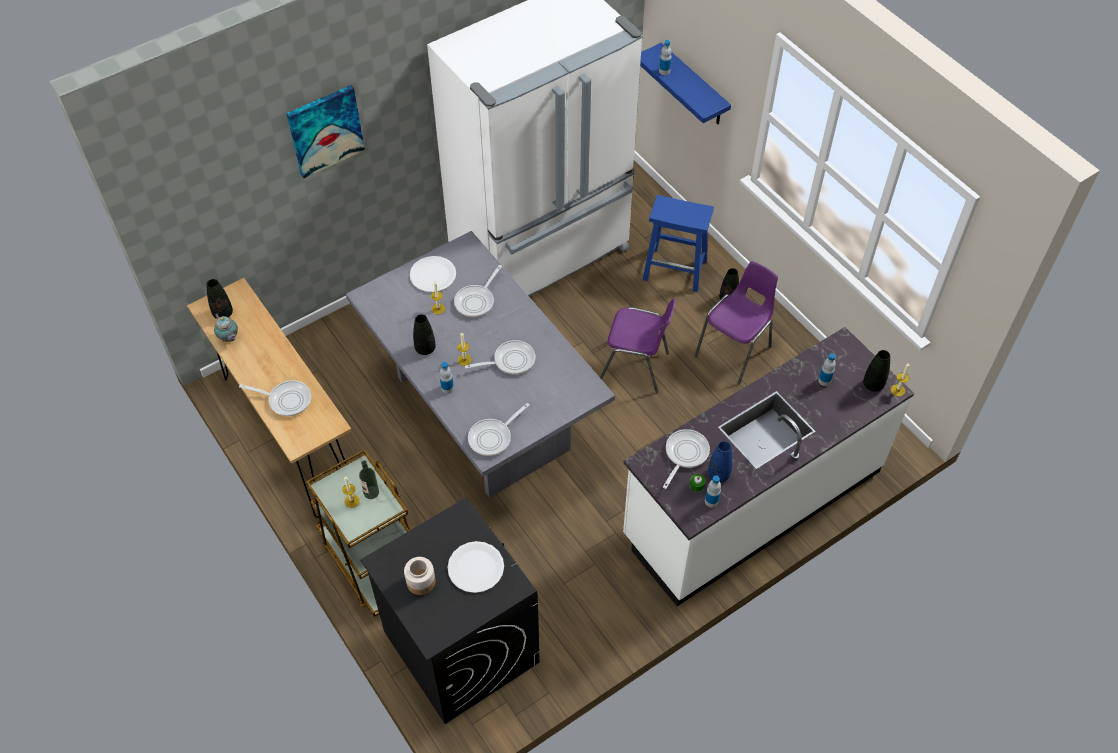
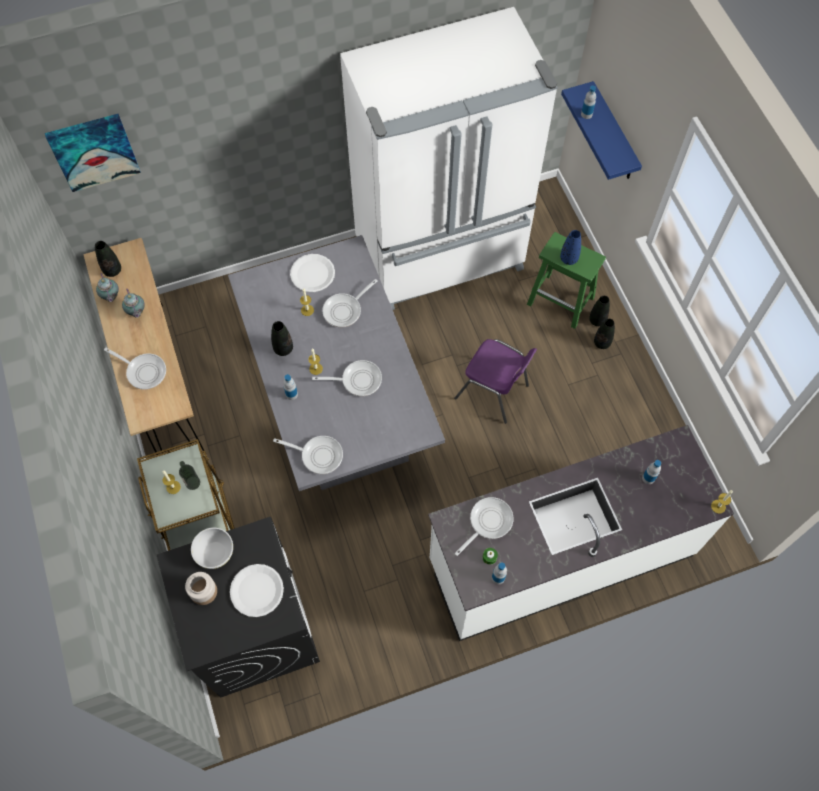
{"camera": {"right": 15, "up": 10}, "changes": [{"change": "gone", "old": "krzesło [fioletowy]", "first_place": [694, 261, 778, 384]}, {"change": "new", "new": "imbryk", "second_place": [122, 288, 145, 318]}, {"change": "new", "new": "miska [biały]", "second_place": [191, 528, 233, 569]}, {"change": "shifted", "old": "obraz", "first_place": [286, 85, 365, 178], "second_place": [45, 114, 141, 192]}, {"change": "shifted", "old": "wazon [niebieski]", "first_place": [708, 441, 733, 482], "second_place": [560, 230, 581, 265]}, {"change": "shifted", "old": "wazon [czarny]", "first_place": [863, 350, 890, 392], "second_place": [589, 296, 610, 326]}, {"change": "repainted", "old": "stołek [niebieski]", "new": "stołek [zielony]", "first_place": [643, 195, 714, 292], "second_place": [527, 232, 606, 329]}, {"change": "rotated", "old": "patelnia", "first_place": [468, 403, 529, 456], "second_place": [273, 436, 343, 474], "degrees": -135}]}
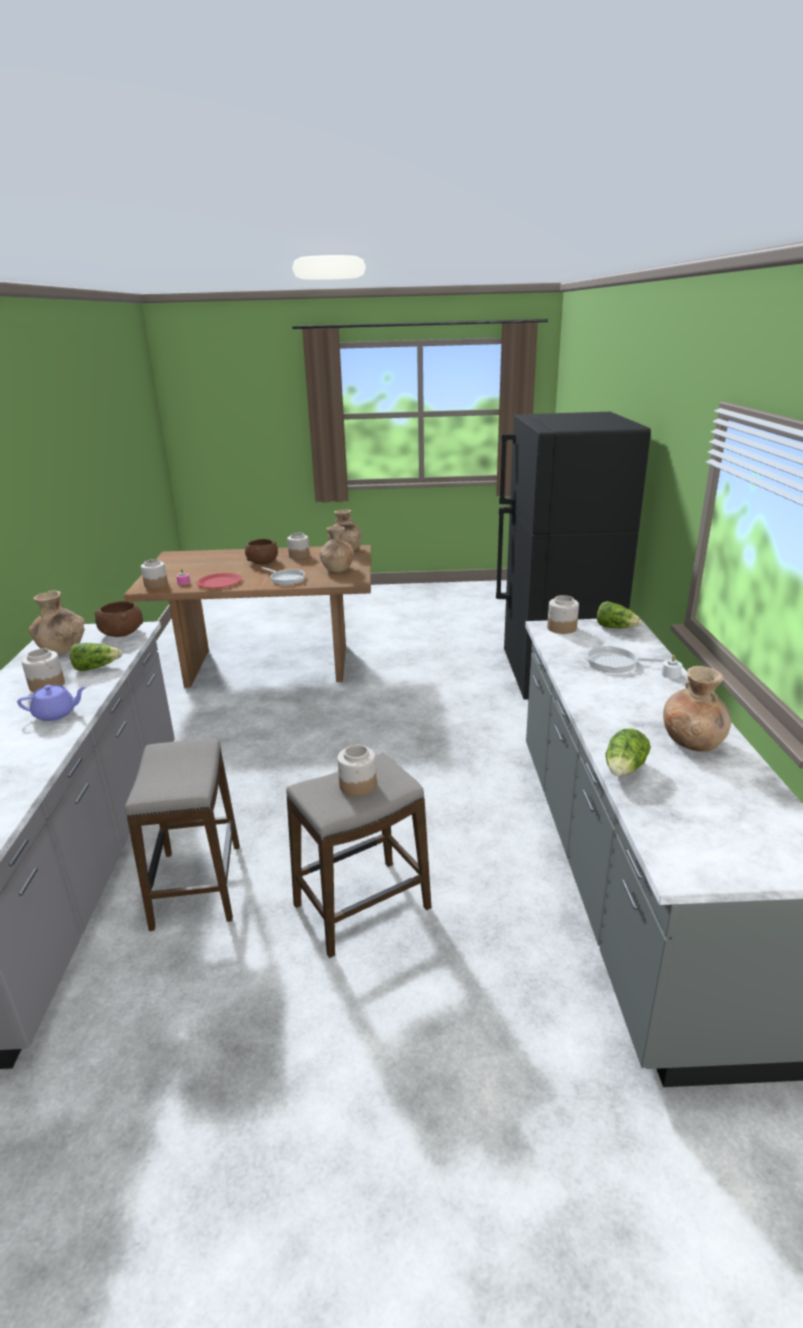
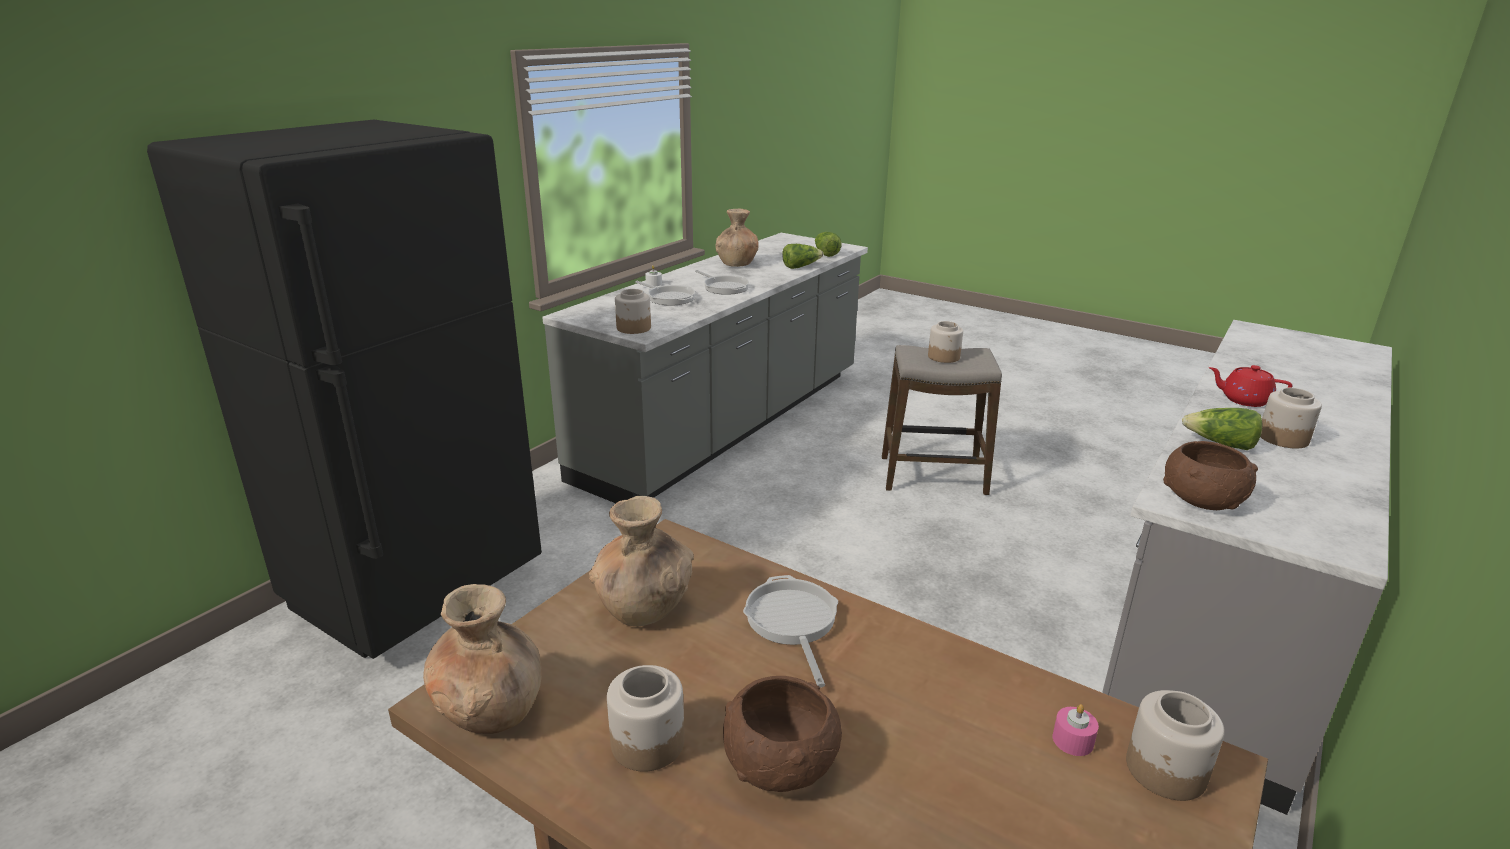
{"camera": {"right": -145, "up": 0}, "changes": [{"change": "gone", "old": "wazon [brązowy]", "first_place": [28, 591, 85, 655]}, {"change": "gone", "old": "stołek", "first_place": [125, 738, 240, 931]}, {"change": "gone", "old": "talerz [czerwony]", "first_place": [197, 573, 242, 588]}, {"change": "new", "new": "patelnia", "second_place": [695, 270, 749, 295]}, {"change": "shifted", "old": "sałata", "first_place": [597, 601, 642, 628], "second_place": [815, 232, 842, 257]}, {"change": "repainted", "old": "imbryk [fioletowy]", "new": "imbryk [czerwony]", "first_place": [17, 685, 87, 721], "second_place": [1209, 365, 1292, 407]}]}
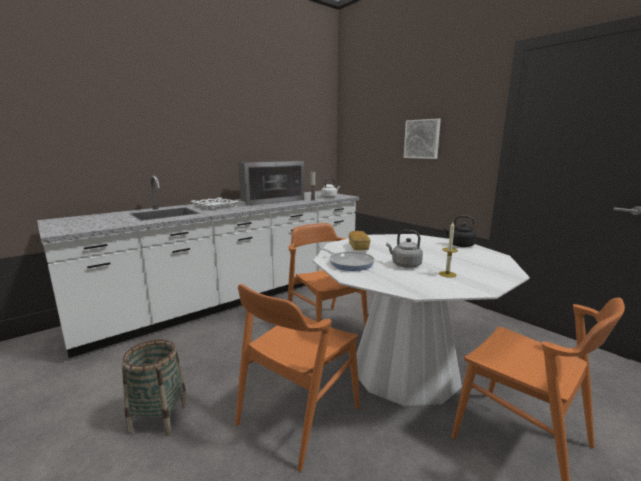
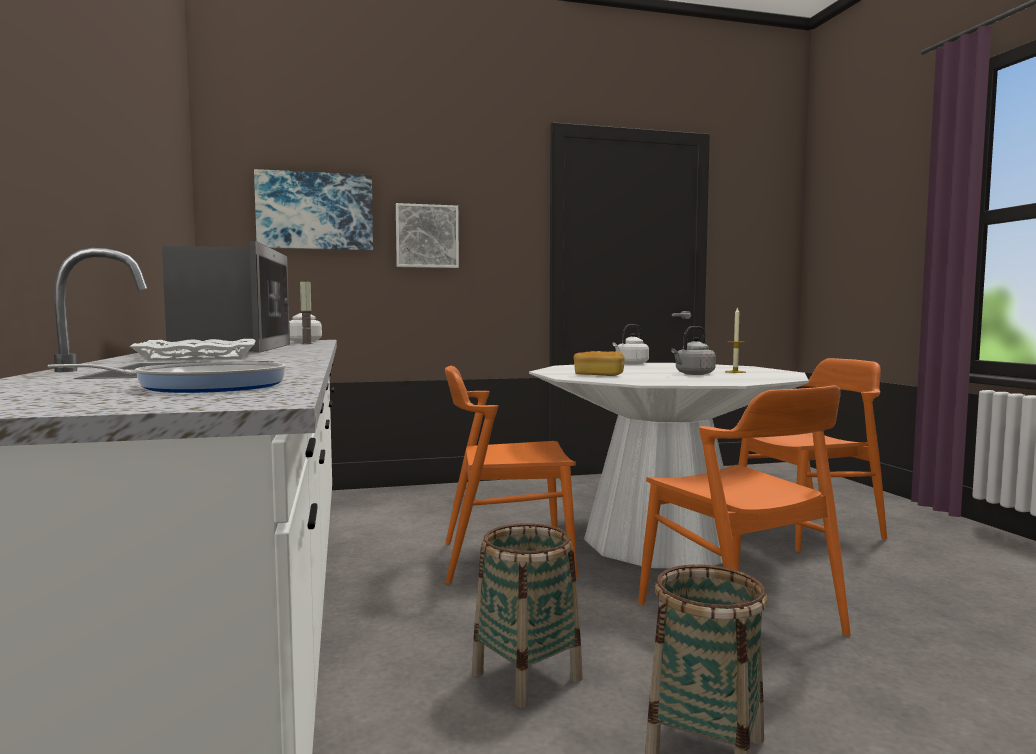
{"camera": {"right": -65, "up": -10}, "changes": [{"change": "new", "new": "obraz", "second_place": [254, 169, 373, 250]}, {"change": "new", "new": "koszyk", "second_place": [472, 523, 583, 708]}, {"change": "shifted", "old": "patelnia", "first_place": [318, 247, 375, 271], "second_place": [48, 362, 286, 393]}, {"change": "repainted", "old": "czajnik [czarny]", "new": "czajnik [biały]", "first_place": [443, 216, 476, 247], "second_place": [613, 324, 649, 365]}]}
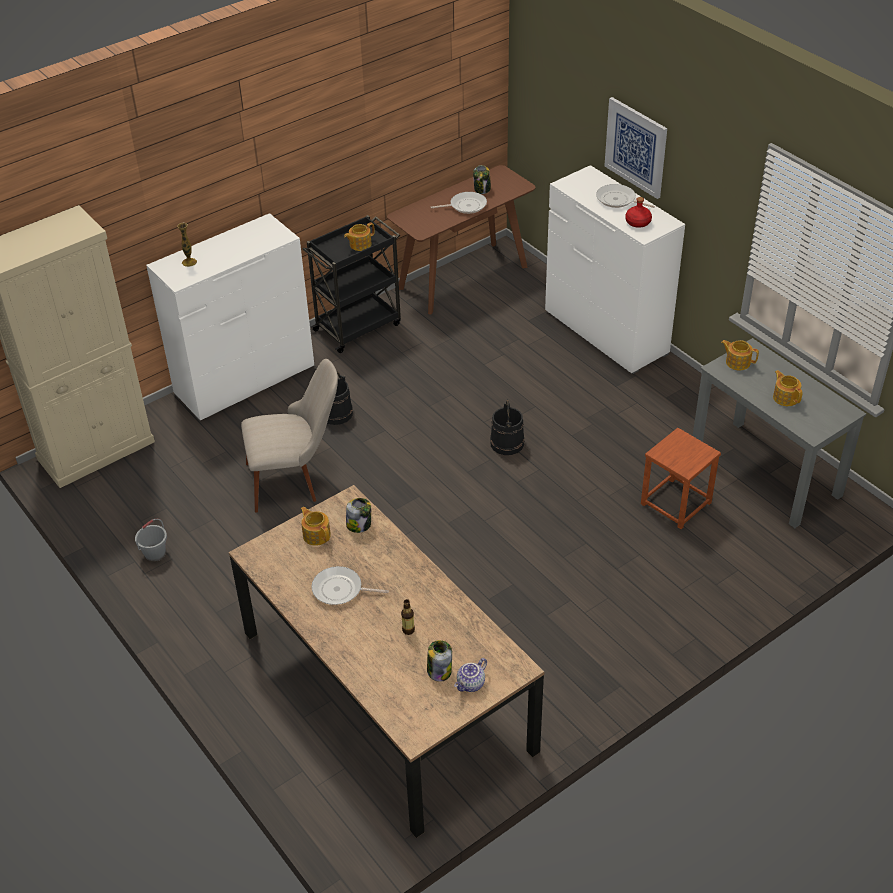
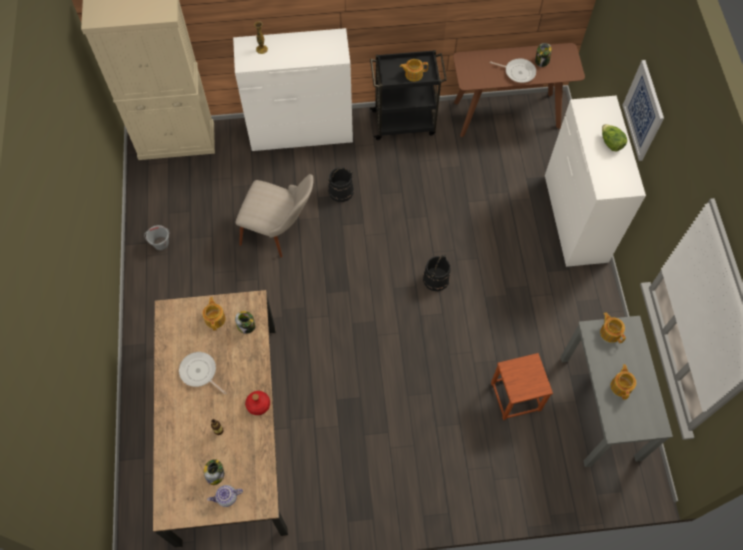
{"camera": {"right": 30, "up": 20}, "changes": [{"change": "shifted", "old": "butelka [czerwony]", "first_place": [625, 197, 652, 228], "second_place": [245, 391, 270, 415]}, {"change": "swapped", "old": "patelnia", "new": "sałata", "first_place": [596, 184, 655, 208], "second_place": [602, 124, 627, 151]}]}
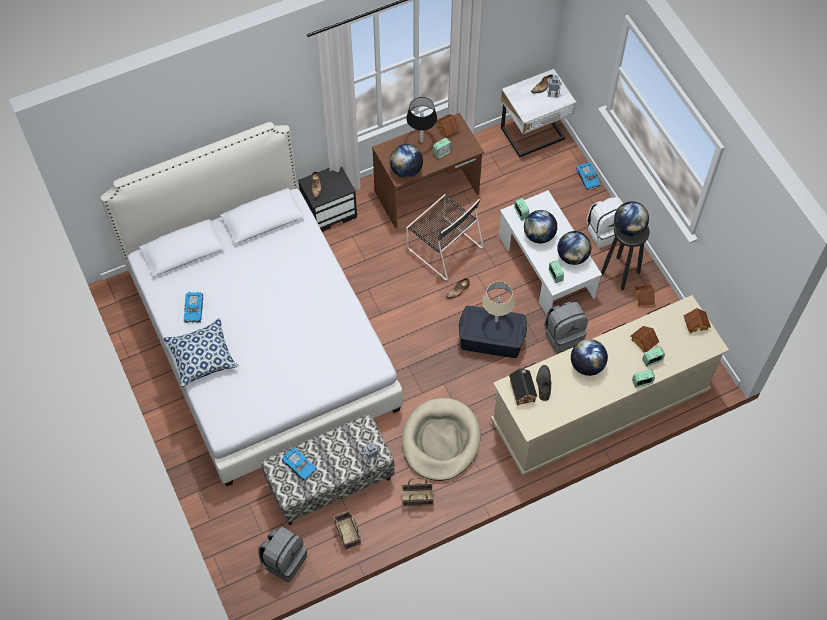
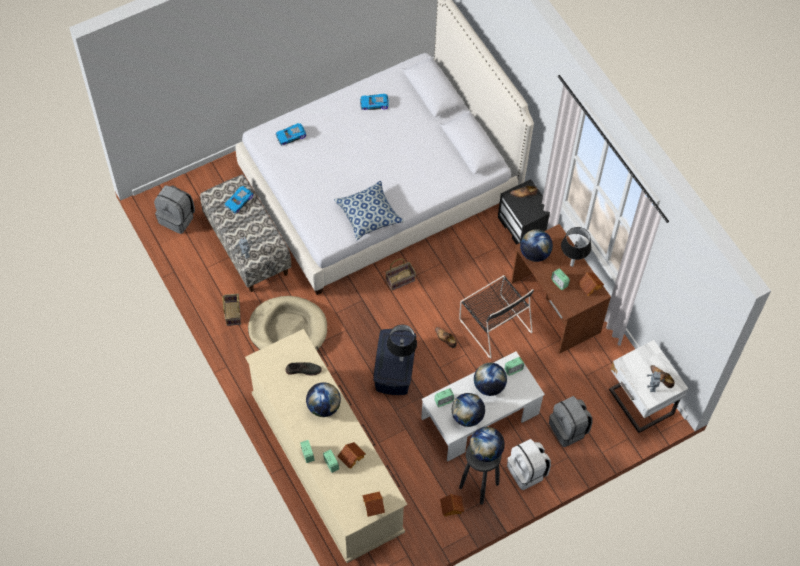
{"camera": {"right": 85, "up": 0}, "changes": [{"change": "gone", "old": "domek", "first_place": [509, 368, 538, 405]}, {"change": "shifted", "old": "poduszka", "first_place": [163, 318, 239, 387], "second_place": [334, 181, 404, 240]}, {"change": "shifted", "old": "koszyk", "first_place": [333, 511, 361, 550], "second_place": [385, 258, 416, 291]}, {"change": "shifted", "old": "plecak [szary]", "first_place": [544, 302, 588, 353], "second_place": [549, 396, 593, 447]}, {"change": "shifted", "old": "samochodzik", "first_place": [576, 162, 601, 191], "second_place": [276, 123, 306, 146]}, {"change": "repainted", "old": "lampa stołowa [beżowy]", "new": "lampa stołowa [czarny]", "first_place": [483, 282, 514, 322], "second_place": [387, 325, 417, 362]}, {"change": "rotated", "old": "krzesło [czarny]", "first_place": [406, 194, 484, 280], "second_place": [459, 275, 534, 358], "degrees": -75}]}
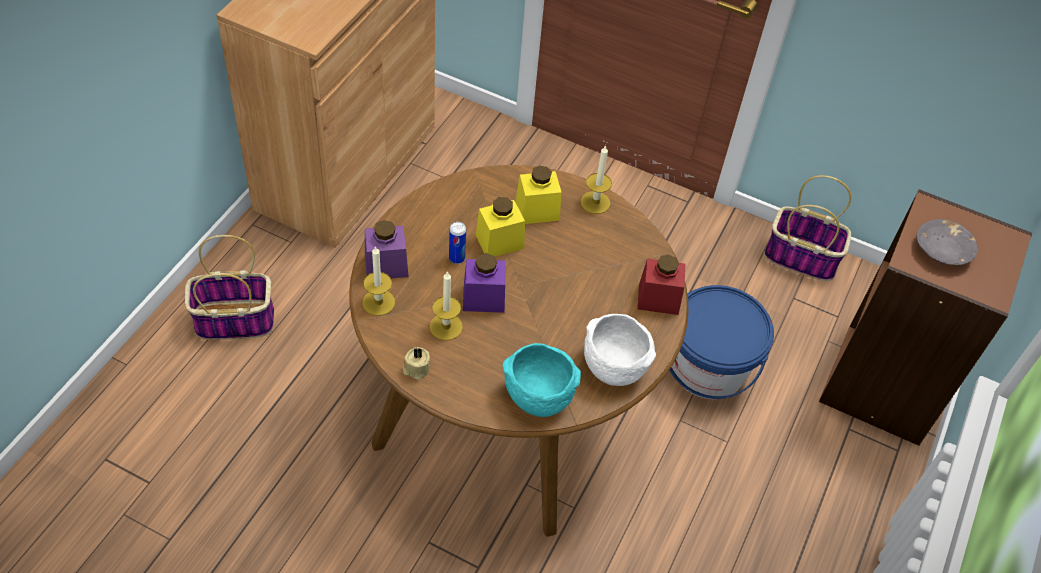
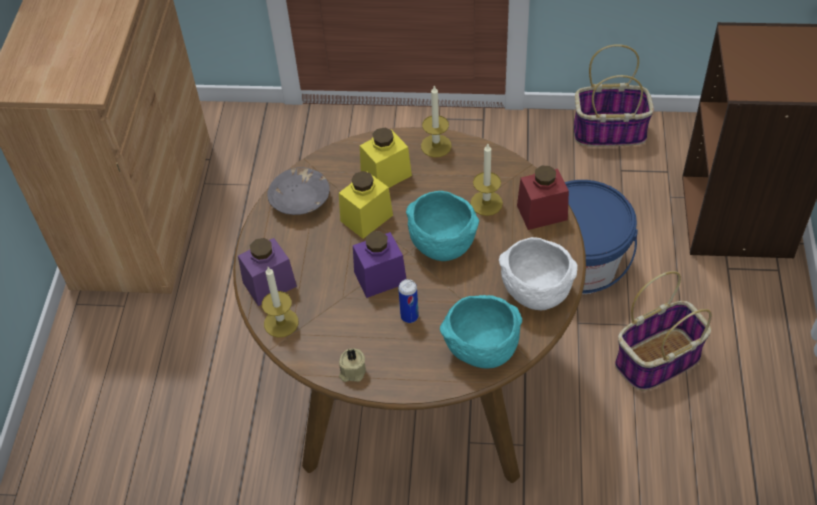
{"camera": {"right": -15, "up": 0}, "changes": [{"change": "new", "new": "miska [turkusowy]", "second_place": [406, 191, 479, 261]}, {"change": "shifted", "old": "koszyk", "first_place": [185, 235, 274, 340], "second_place": [615, 271, 712, 391]}, {"change": "shifted", "old": "świeca", "first_place": [430, 271, 463, 341], "second_place": [470, 144, 503, 216]}, {"change": "shifted", "old": "puszka", "first_place": [449, 222, 466, 264], "second_place": [398, 279, 419, 323]}, {"change": "shifted", "old": "miska [szary]", "first_place": [916, 219, 978, 265], "second_place": [267, 167, 330, 215]}]}
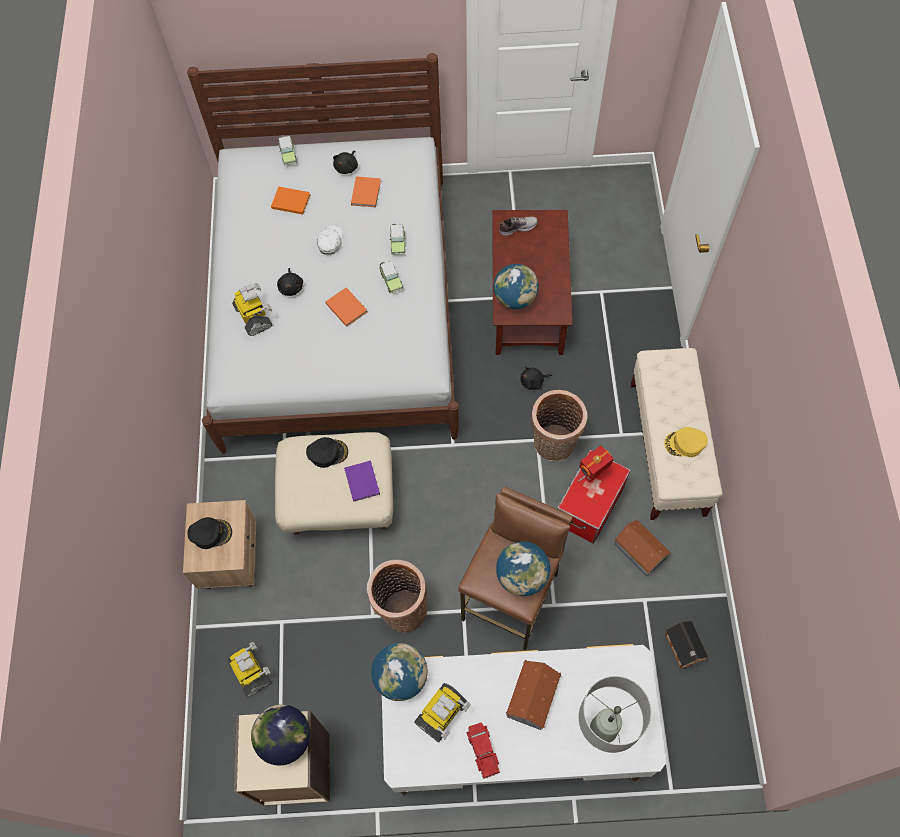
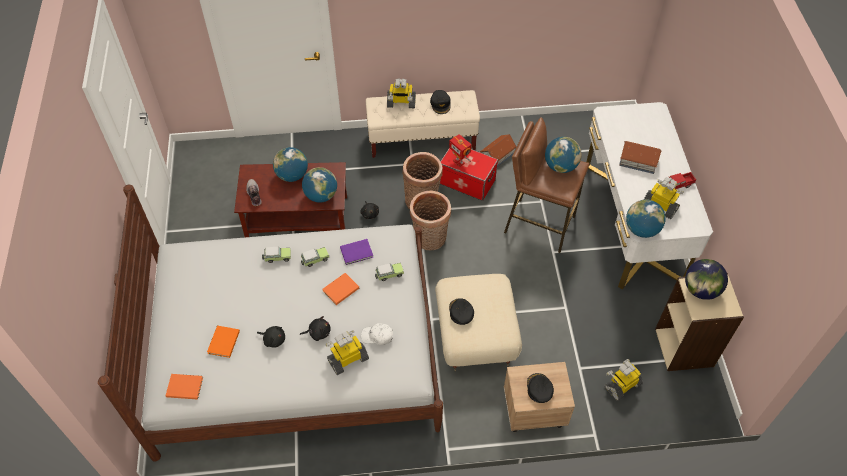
{"camera": {"right": -95, "up": -10}, "changes": [{"change": "gone", "old": "lampa stołowa [szary]", "first_place": [579, 676, 652, 753]}, {"change": "gone", "old": "domek", "first_place": [665, 621, 709, 668]}, {"change": "new", "new": "globus", "second_place": [273, 147, 308, 182]}, {"change": "new", "new": "robot zabawkowy", "second_place": [387, 78, 416, 108]}, {"change": "shifted", "old": "samochodzik", "first_place": [279, 136, 297, 166], "second_place": [375, 263, 404, 281]}, {"change": "shifted", "old": "czapka z daszkiem [biały]", "first_place": [317, 225, 343, 255], "second_place": [361, 323, 393, 345]}, {"change": "shifted", "old": "pluszak [czarny]", "first_place": [333, 151, 358, 174], "second_place": [257, 326, 285, 348]}, {"change": "shifted", "old": "książka [fioletowy]", "first_place": [344, 461, 380, 502], "second_place": [340, 239, 373, 265]}, {"change": "shifted", "old": "książka [pomarańczowy]", "first_place": [351, 176, 381, 207], "second_place": [165, 374, 203, 400]}, {"change": "shifted", "old": "koszyk", "first_place": [367, 560, 427, 633], "second_place": [410, 191, 451, 250]}, {"change": "repainted", "old": "czapka z daszkiem [żółty]", "new": "czapka z daszkiem [czarny]", "first_place": [664, 427, 708, 457], "second_place": [430, 90, 451, 114]}]}
